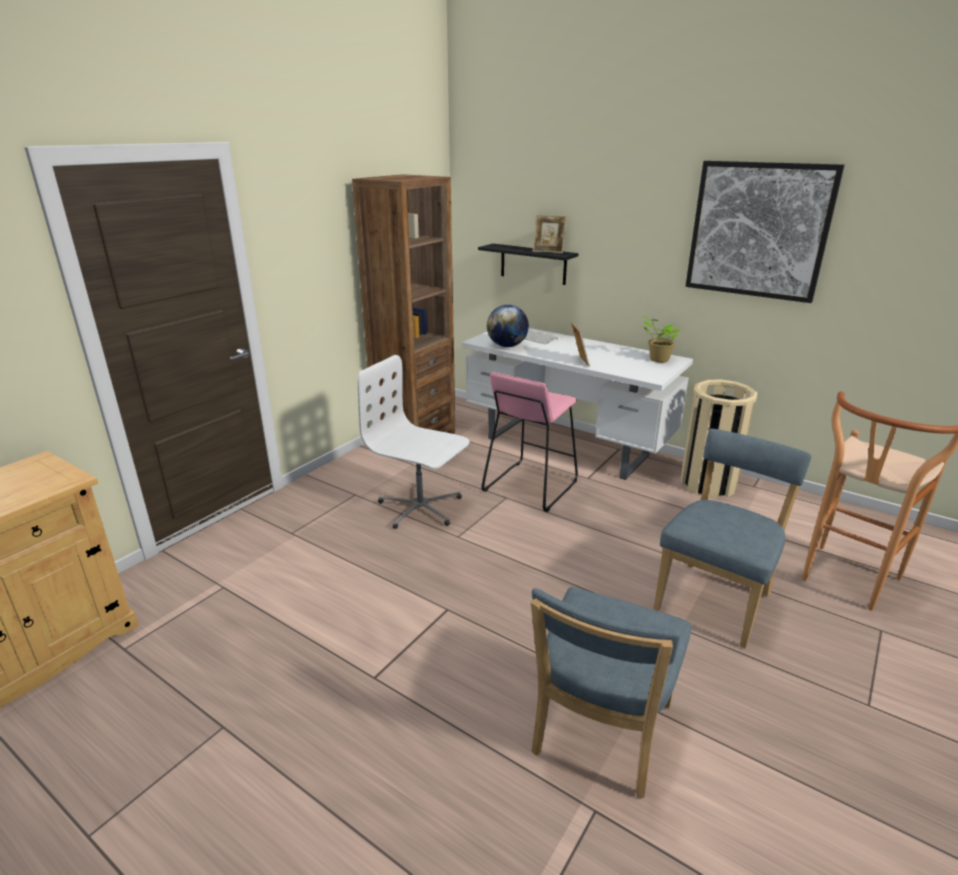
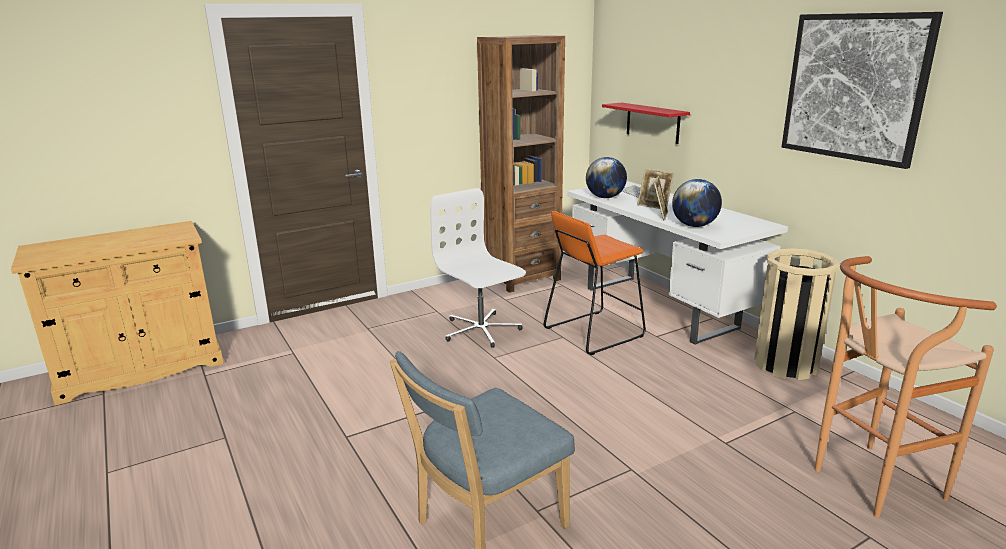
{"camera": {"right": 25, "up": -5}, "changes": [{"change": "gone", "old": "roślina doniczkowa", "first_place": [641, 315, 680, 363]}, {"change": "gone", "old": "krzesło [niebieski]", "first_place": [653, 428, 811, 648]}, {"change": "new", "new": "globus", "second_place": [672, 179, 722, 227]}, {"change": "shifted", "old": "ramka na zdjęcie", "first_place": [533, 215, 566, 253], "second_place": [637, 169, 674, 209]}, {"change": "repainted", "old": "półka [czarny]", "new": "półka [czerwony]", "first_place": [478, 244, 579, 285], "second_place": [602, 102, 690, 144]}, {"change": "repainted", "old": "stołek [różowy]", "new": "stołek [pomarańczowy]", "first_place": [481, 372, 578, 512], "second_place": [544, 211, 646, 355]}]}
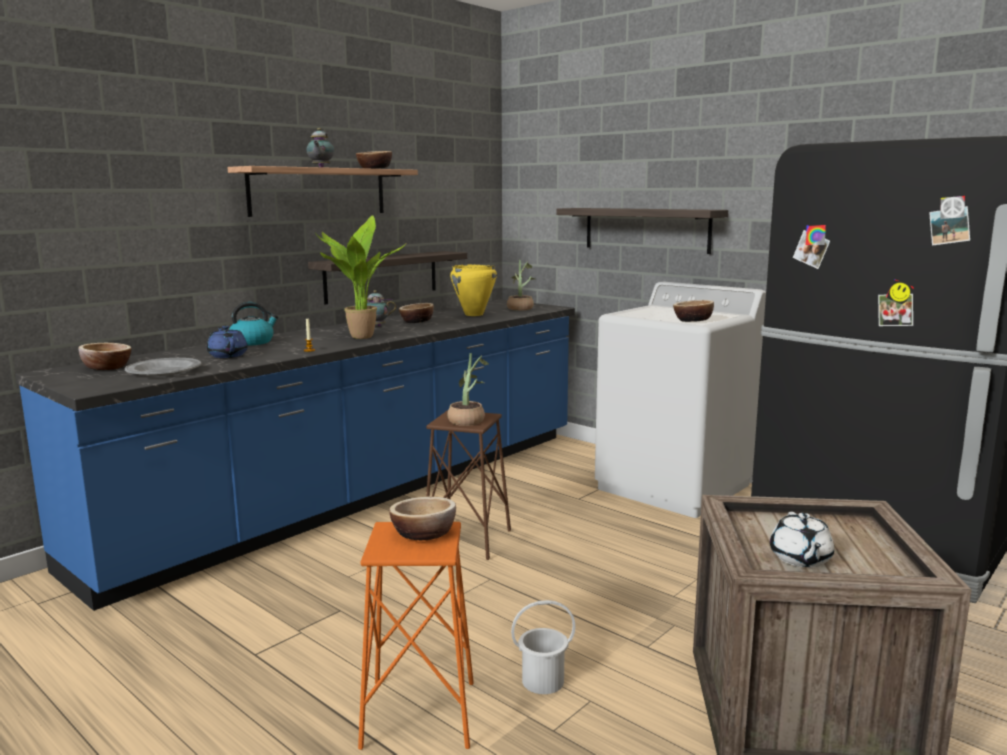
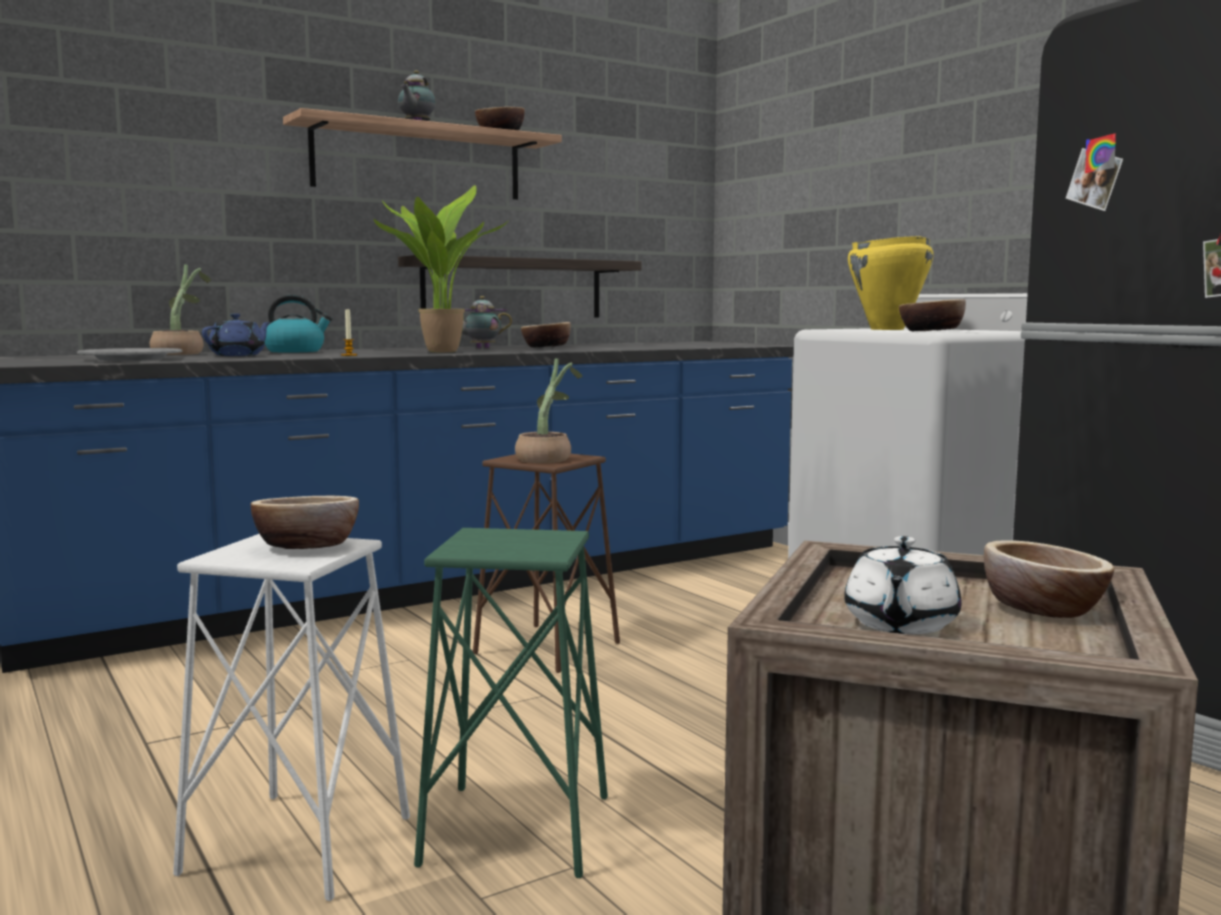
{"camera": {"right": 15, "up": -5}, "changes": [{"change": "gone", "old": "półka", "first_place": [556, 208, 728, 254]}, {"change": "shifted", "old": "miska", "first_place": [78, 343, 131, 370], "second_place": [984, 540, 1114, 618]}, {"change": "shifted", "old": "garnek [żółty]", "first_place": [450, 265, 497, 316], "second_place": [848, 236, 934, 330]}, {"change": "shifted", "old": "roślina doniczkowa", "first_place": [507, 260, 535, 311], "second_place": [150, 265, 211, 355]}, {"change": "swapped", "old": "wiadro [biały]", "new": "stołek [zielony]", "first_place": [511, 600, 575, 694], "second_place": [414, 528, 608, 878]}, {"change": "repainted", "old": "stołek [pomarańczowy]", "new": "stołek [biały]", "first_place": [358, 522, 474, 750], "second_place": [173, 534, 410, 901]}, {"change": "rotated", "old": "imbryk [niebieski]", "first_place": [207, 326, 248, 358], "second_place": [202, 313, 271, 356], "degrees": 45}]}
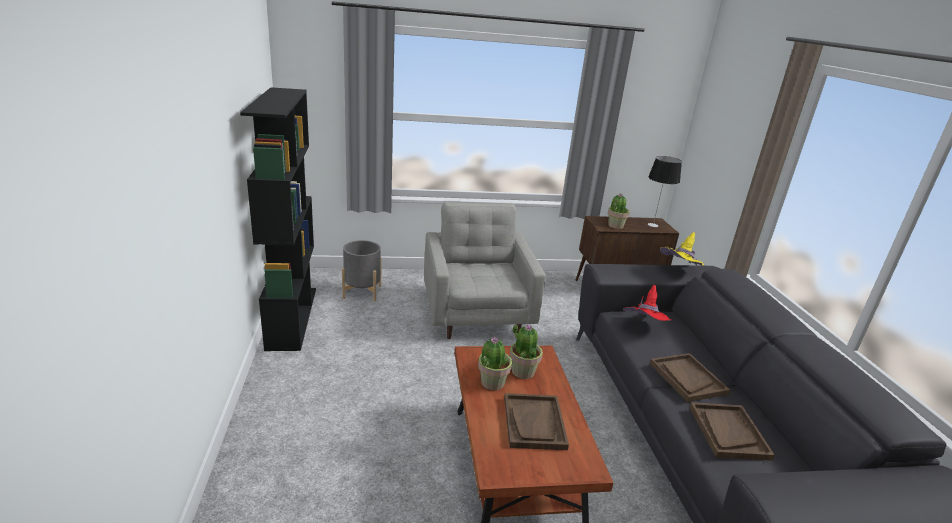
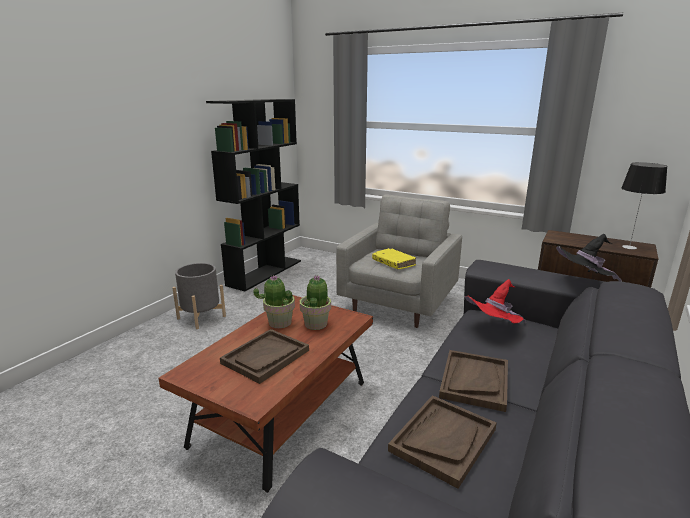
{"camera": {"right": 40, "up": -5}, "changes": [{"change": "gone", "old": "roślina doniczkowa", "first_place": [608, 193, 630, 229]}, {"change": "new", "new": "książka [żółty]", "second_place": [372, 248, 416, 269]}, {"change": "shifted", "old": "donica [szary]", "first_place": [342, 240, 382, 302], "second_place": [172, 263, 226, 329]}, {"change": "repainted", "old": "kapelusz [żółty]", "new": "kapelusz [czarny]", "first_place": [660, 232, 704, 266], "second_place": [556, 234, 622, 282]}]}
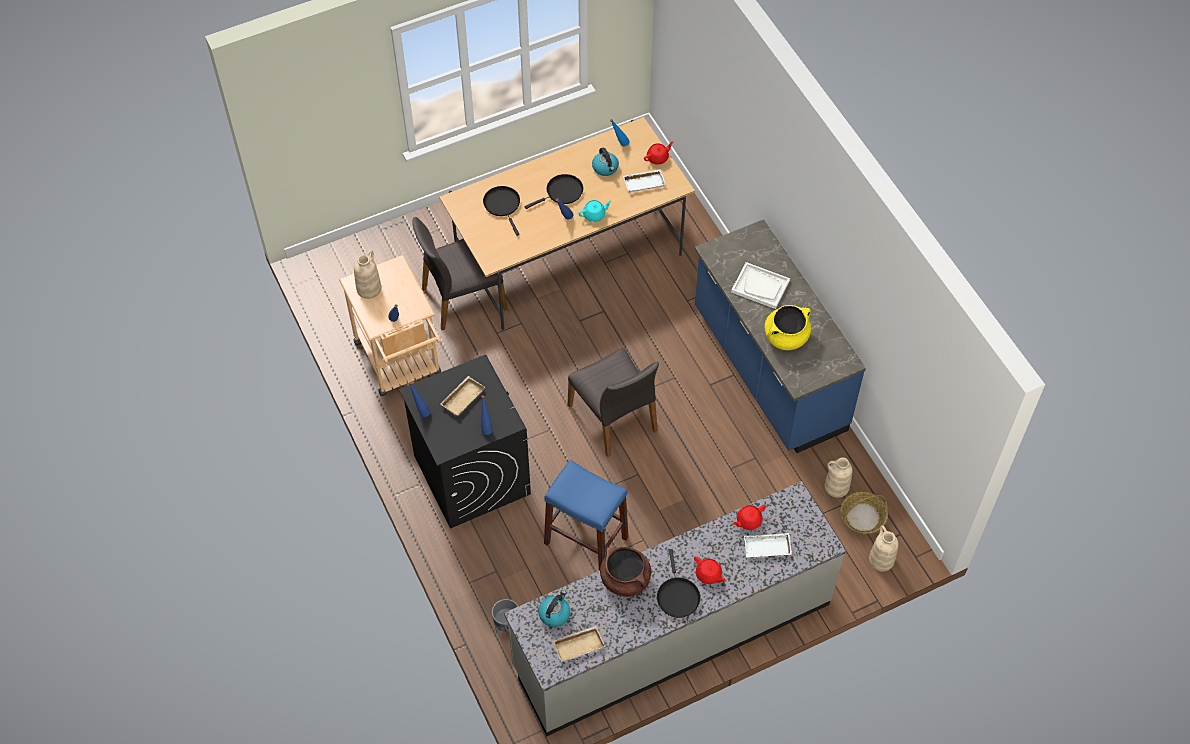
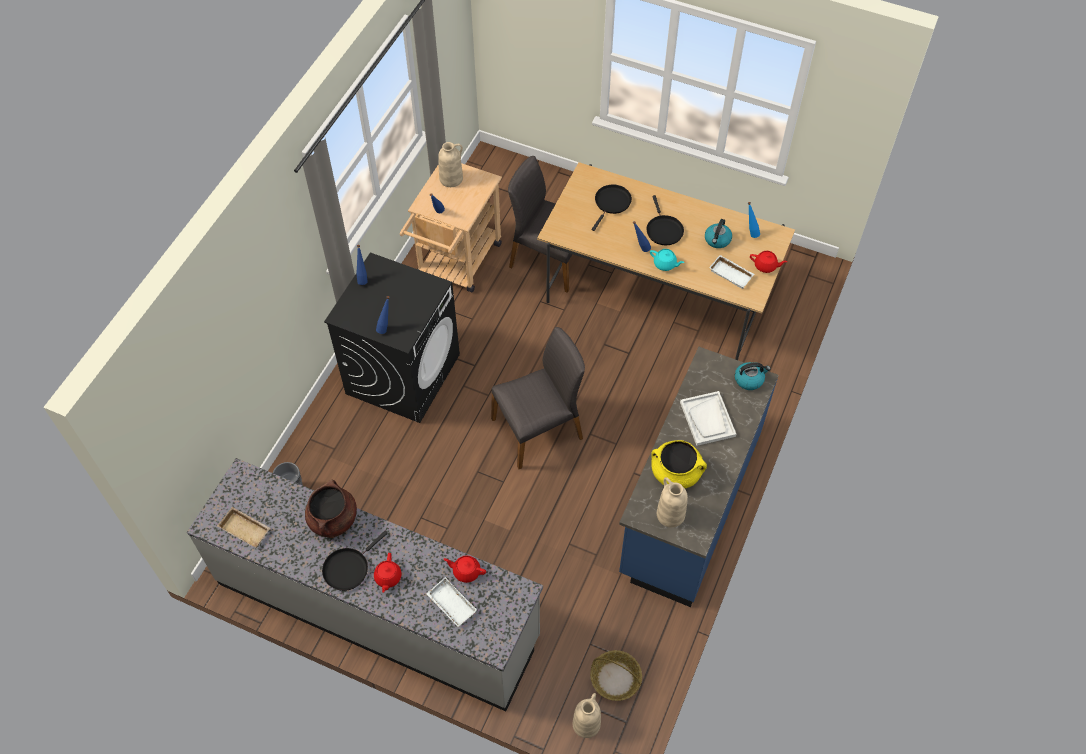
{"camera": {"right": 50, "up": 0}, "changes": [{"change": "gone", "old": "taca [beżowy]", "first_place": [441, 376, 485, 416]}, {"change": "gone", "old": "stołek [niebieski]", "first_place": [544, 460, 629, 571]}, {"change": "shifted", "old": "czajnik", "first_place": [538, 590, 570, 627], "second_place": [735, 362, 771, 390]}, {"change": "shifted", "old": "wazon [beżowy]", "first_place": [825, 457, 852, 498], "second_place": [657, 477, 688, 527]}, {"change": "rotated", "old": "patelnia [czarny]", "first_place": [525, 174, 583, 209], "second_place": [647, 195, 684, 245], "degrees": 60}, {"change": "rotated", "old": "krzesło [szary]", "first_place": [567, 348, 659, 457], "second_place": [491, 327, 585, 469], "degrees": -135}]}
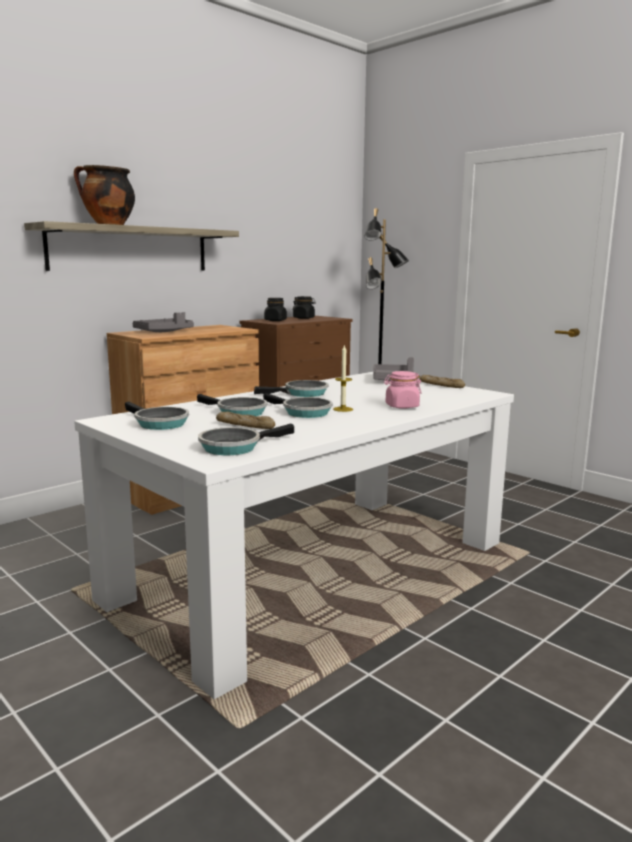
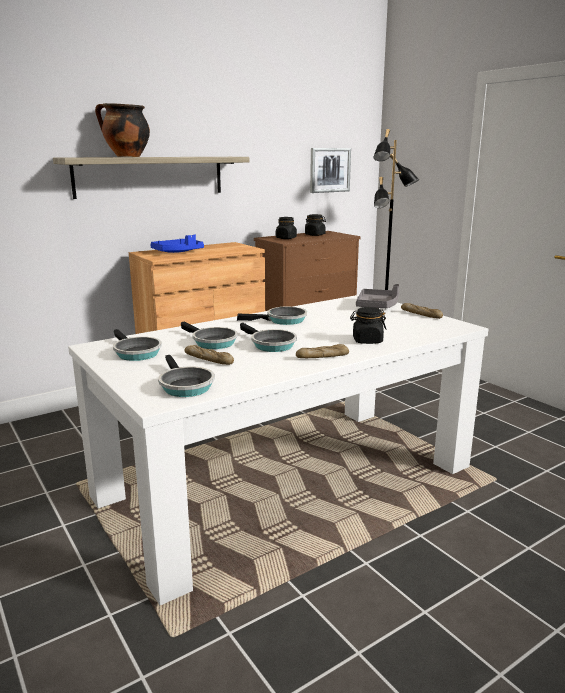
{"camera": {"right": 10, "up": 5}, "changes": [{"change": "gone", "old": "świeca", "first_place": [333, 345, 353, 412]}, {"change": "new", "new": "chleb", "second_place": [296, 344, 349, 358]}, {"change": "new", "new": "obraz", "second_place": [310, 148, 351, 193]}, {"change": "repainted", "old": "taca [szary]", "new": "taca [niebieski]", "first_place": [133, 312, 194, 332], "second_place": [150, 235, 204, 253]}, {"change": "repainted", "old": "słoik [różowy]", "new": "słoik [czarny]", "first_place": [384, 371, 422, 409], "second_place": [350, 307, 386, 344]}, {"change": "rotated", "old": "patelnia", "first_place": [198, 423, 294, 455], "second_place": [158, 355, 215, 397], "degrees": -90}]}
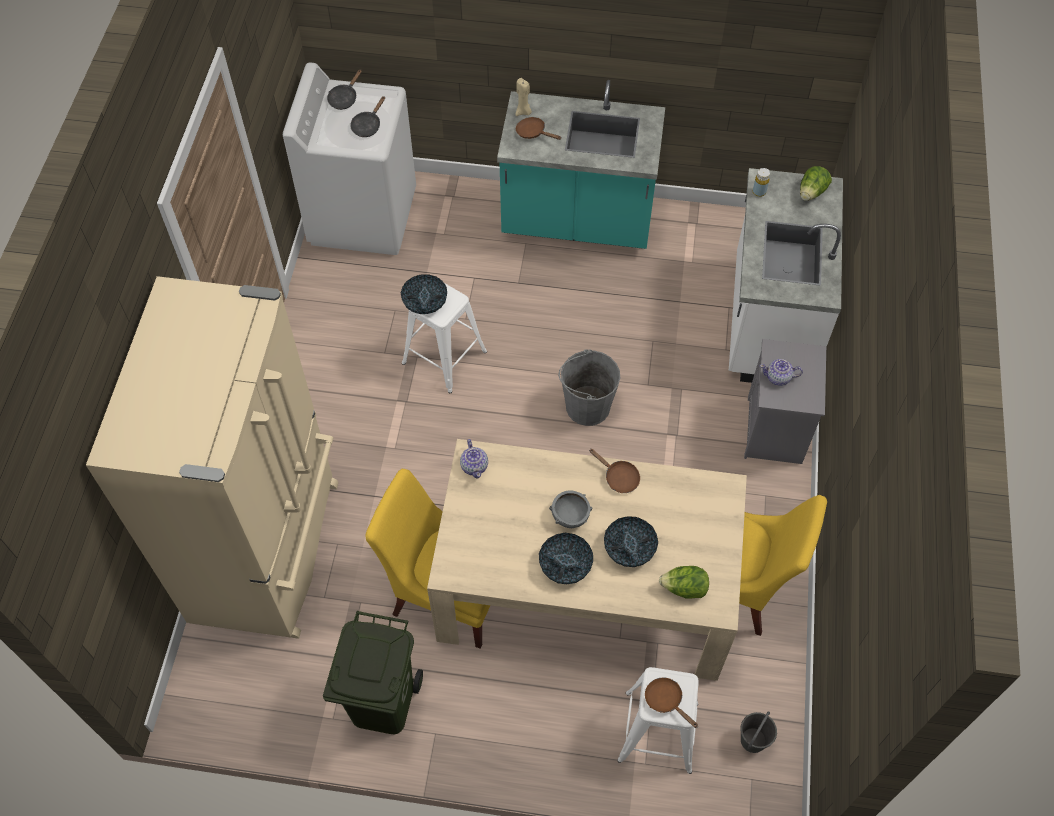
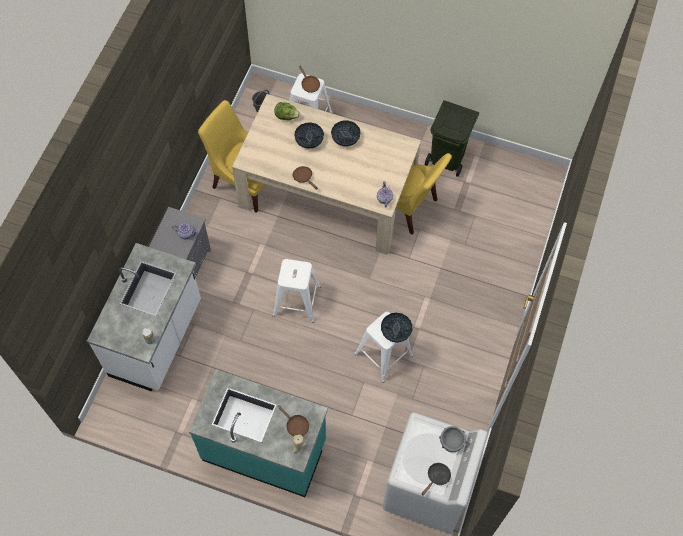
{"camera": {"right": -170, "up": 5}, "changes": [{"change": "gone", "old": "lodówka [beżowy]", "first_place": [86, 276, 339, 639]}, {"change": "gone", "old": "patelnia [czarny]", "first_place": [350, 96, 385, 137]}, {"change": "gone", "old": "sałata", "first_place": [800, 166, 832, 201]}, {"change": "shifted", "old": "miska [szary]", "first_place": [549, 490, 593, 528], "second_place": [439, 426, 467, 452]}, {"change": "swapped", "old": "wiadro [szary]", "new": "stołek [biały]", "first_place": [558, 349, 620, 426], "second_place": [272, 259, 321, 323]}]}
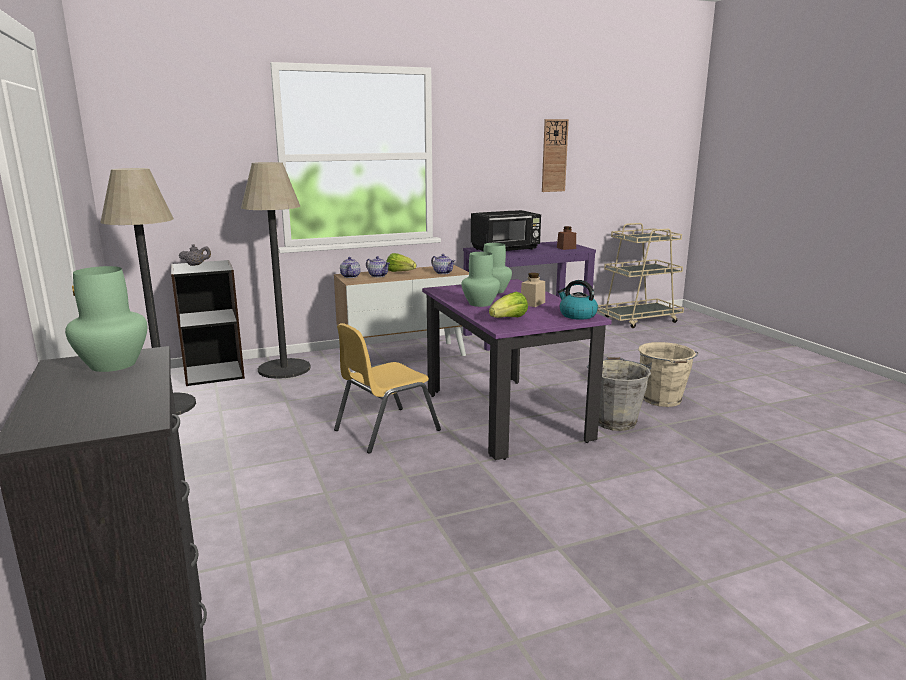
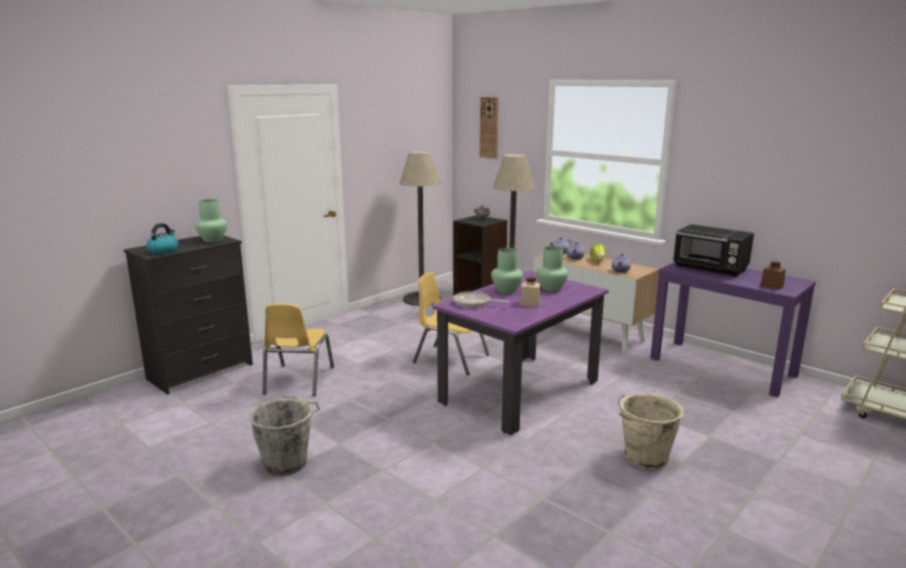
{"camera": {"right": 65, "up": 0}, "changes": [{"change": "new", "new": "krzesło [żółty]", "second_place": [263, 303, 334, 396]}, {"change": "shifted", "old": "zegar ścienny", "first_place": [542, 119, 569, 192], "second_place": [480, 97, 499, 159]}, {"change": "shifted", "old": "czajnik", "first_place": [557, 280, 598, 320], "second_place": [146, 223, 179, 254]}, {"change": "shifted", "old": "wiadro [szary]", "first_place": [587, 357, 651, 431], "second_place": [249, 396, 320, 476]}, {"change": "swapped", "old": "sałata", "new": "patelnia", "first_place": [489, 292, 528, 318], "second_place": [453, 291, 509, 307]}]}
